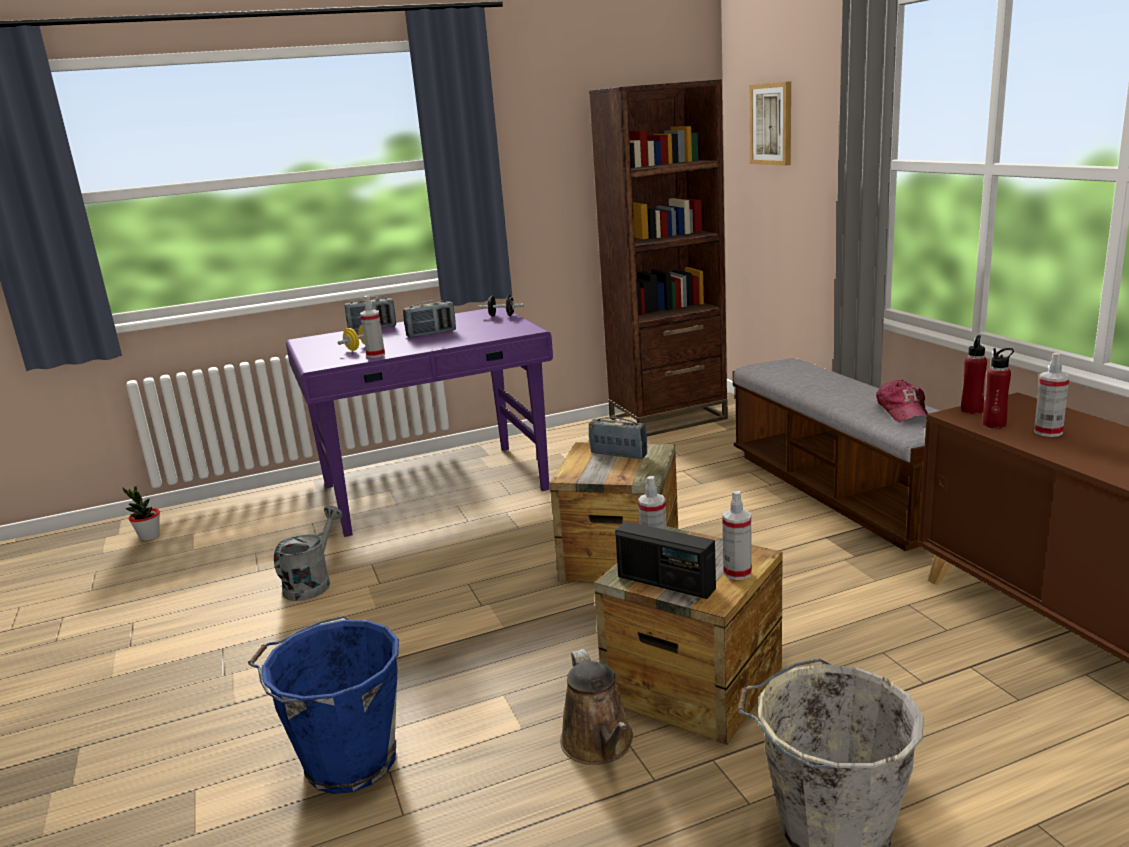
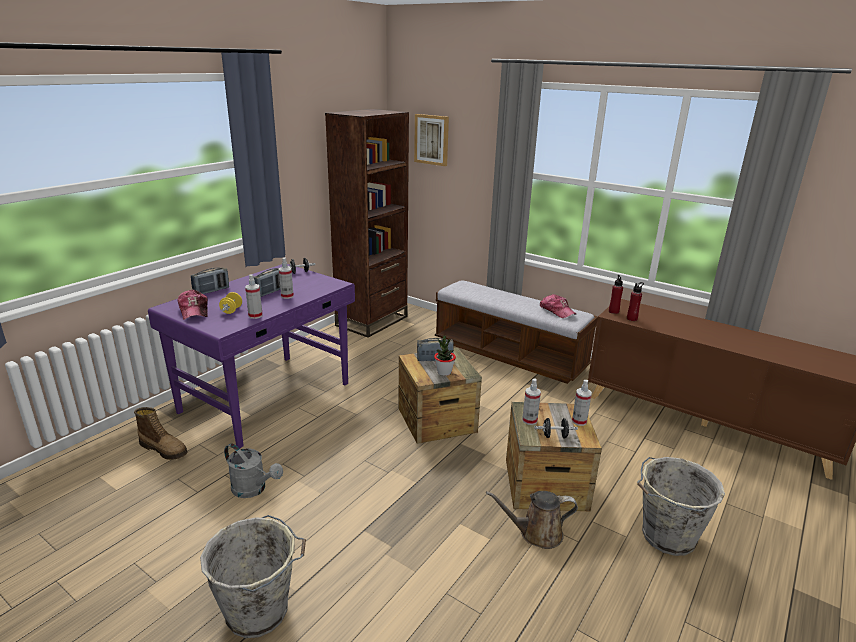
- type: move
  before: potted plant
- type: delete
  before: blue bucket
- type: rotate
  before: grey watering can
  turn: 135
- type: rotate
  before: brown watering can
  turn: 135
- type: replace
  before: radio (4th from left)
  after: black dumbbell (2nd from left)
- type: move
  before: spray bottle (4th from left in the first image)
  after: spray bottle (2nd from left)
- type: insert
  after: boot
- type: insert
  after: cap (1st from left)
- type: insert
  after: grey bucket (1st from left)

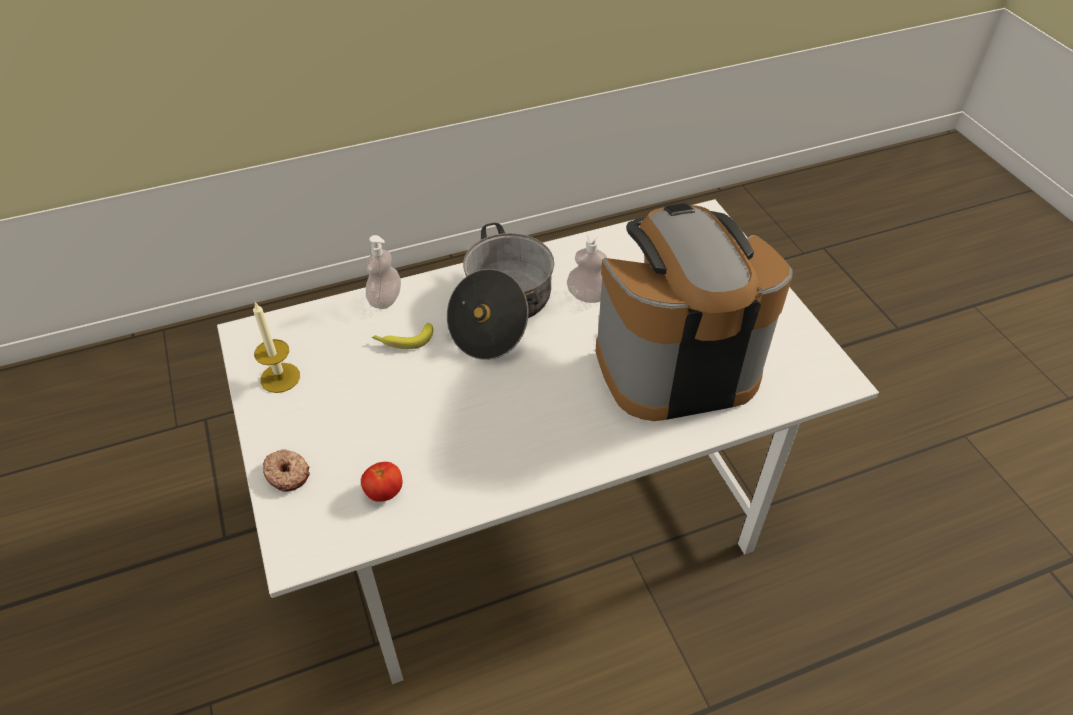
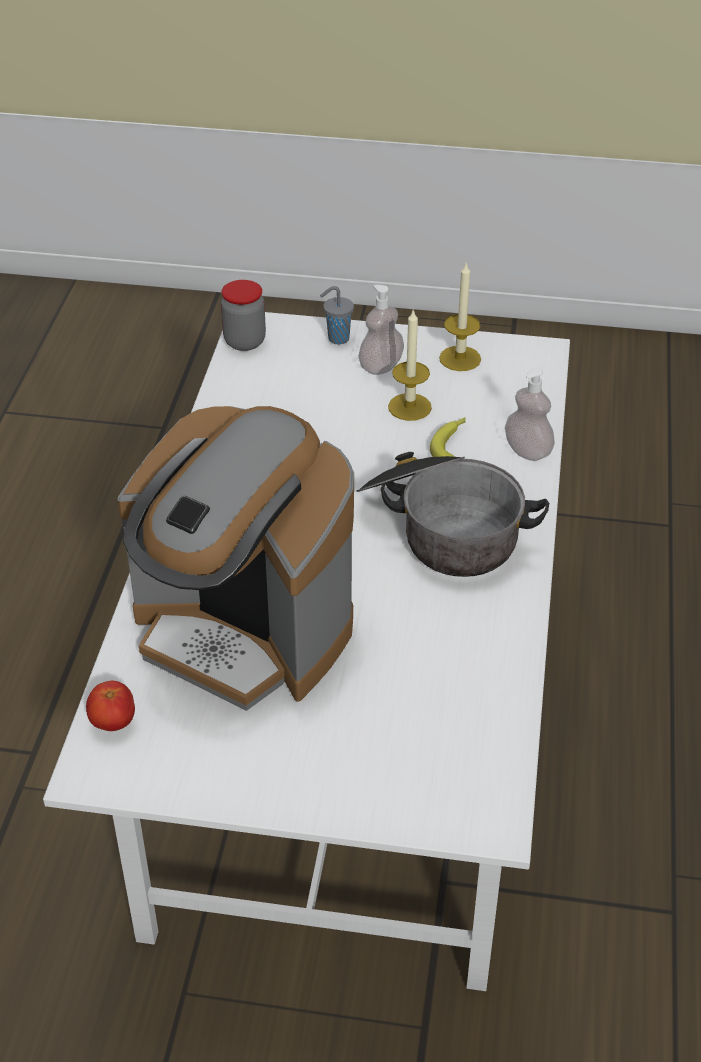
- type: replace
  before: donut
  after: grey cup
- type: move
  before: tomato
- type: move
  before: soap dispenser (2nd from left in the first image)
  after: soap dispenser (1st from left)
- type: rotate
  before: coffee machine
  turn: 105
- type: insert
  after: jar
- type: insert
  after: candle (1st from left)

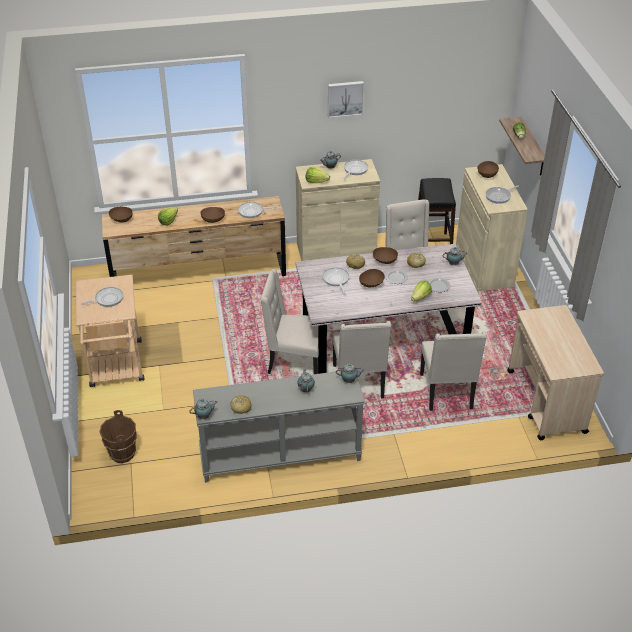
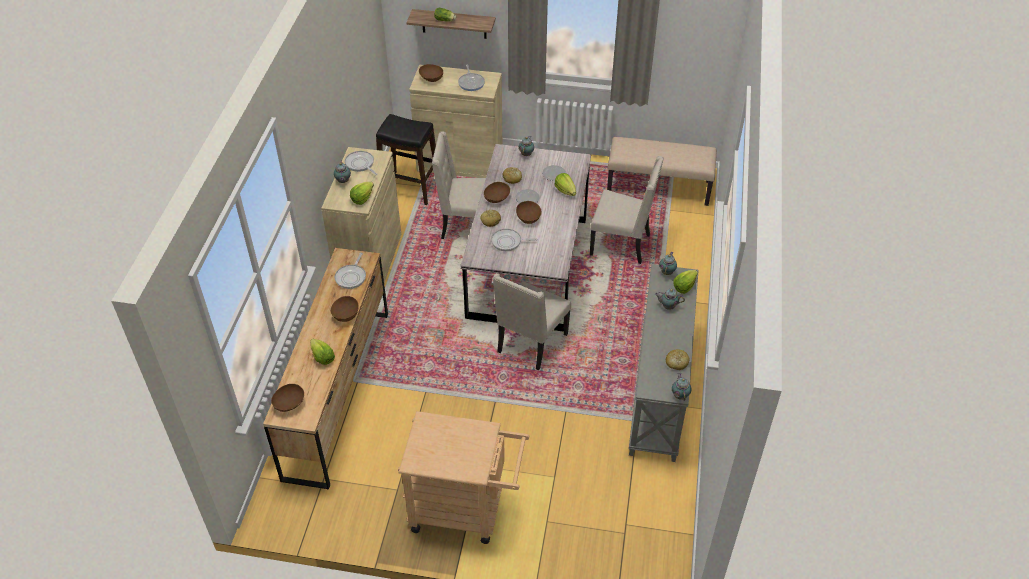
- type: delete
  before: frying pan (1st from left)
- type: delete
  before: brown bucket
- type: delete
  before: picture
- type: delete
  before: beige chair (2nd from left)
- type: replace
  before: beige cart (2nd from left)
  after: beige bench
- type: insert
  after: lettuce (5th from left)

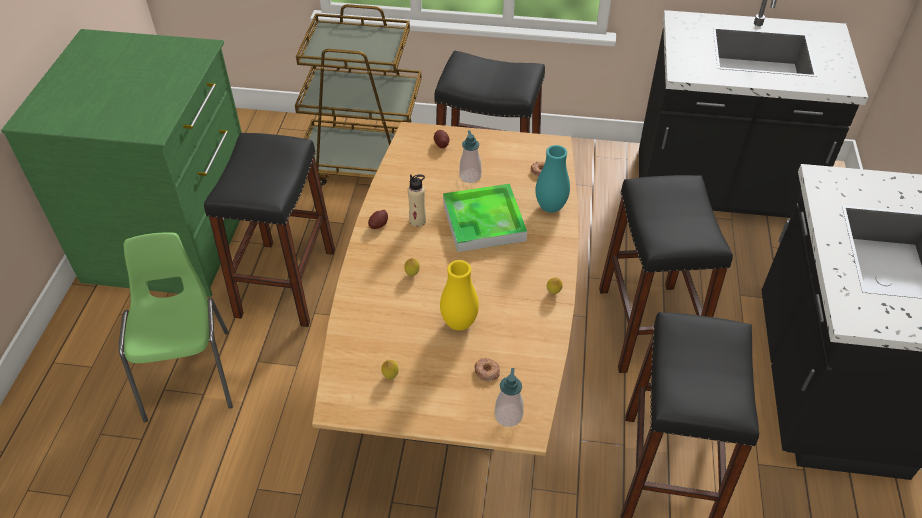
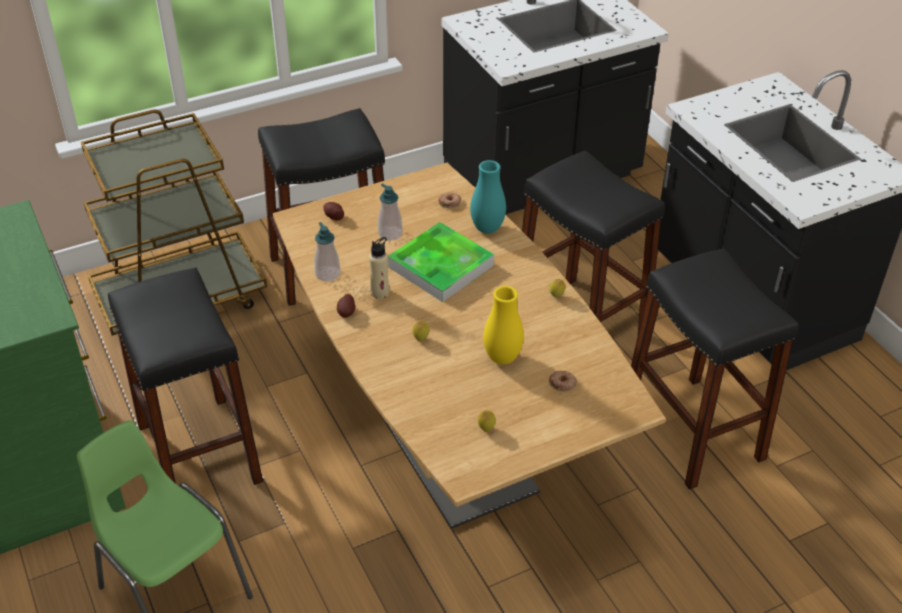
- type: move
  before: soap dispenser (2nd from left in the first image)
  after: soap dispenser (1st from left)

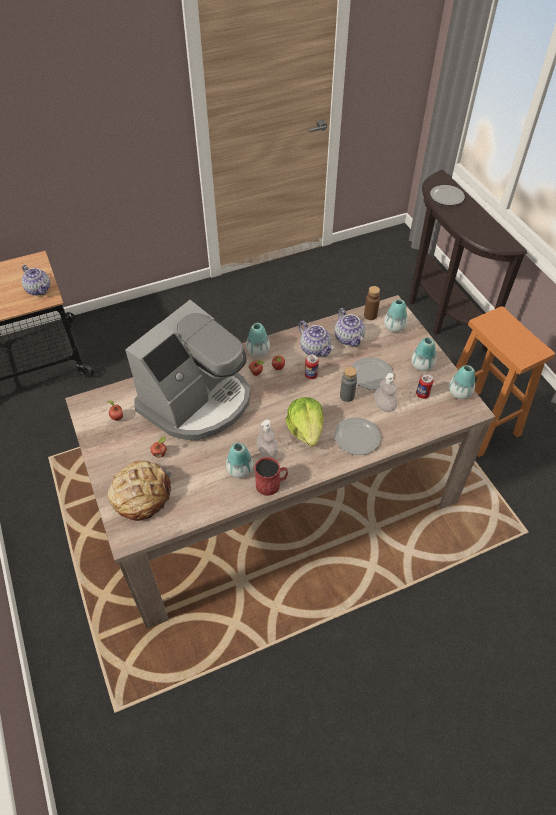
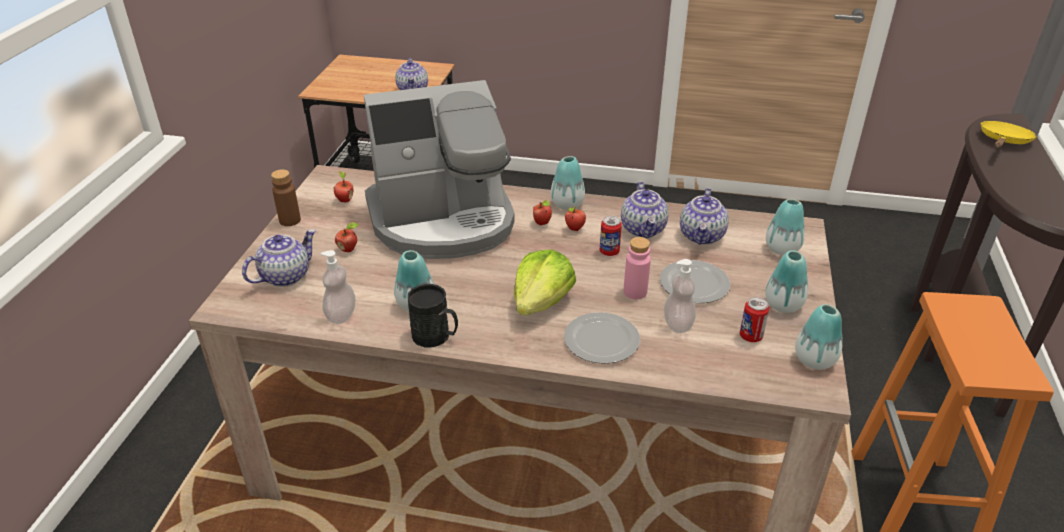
- type: replace
  before: bread
  after: teapot (1st from left)
- type: recolor
  before: red mug
  after: black mug
- type: move
  before: soap dispenser (1st from left)
- type: recolor
  before: grey bottle
  after: pink bottle
- type: move
  before: brown bottle
- type: replace
  before: plate (3rd from left)
  after: yellow frying pan

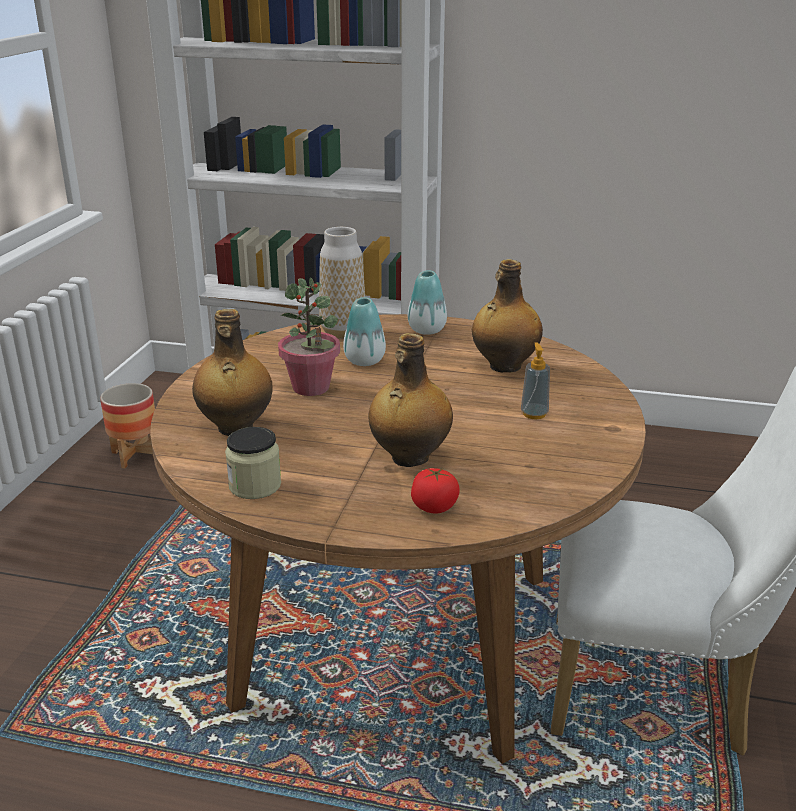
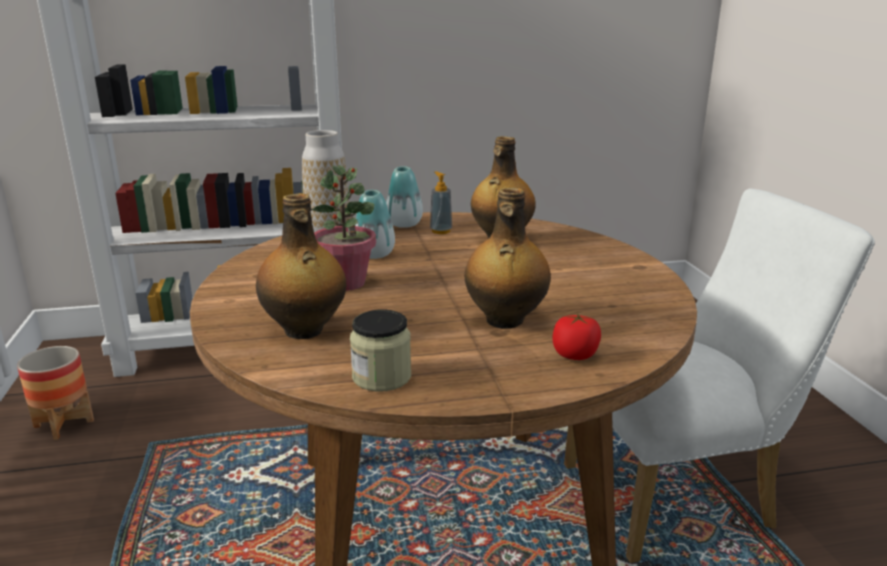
- type: move
  before: soap dispenser

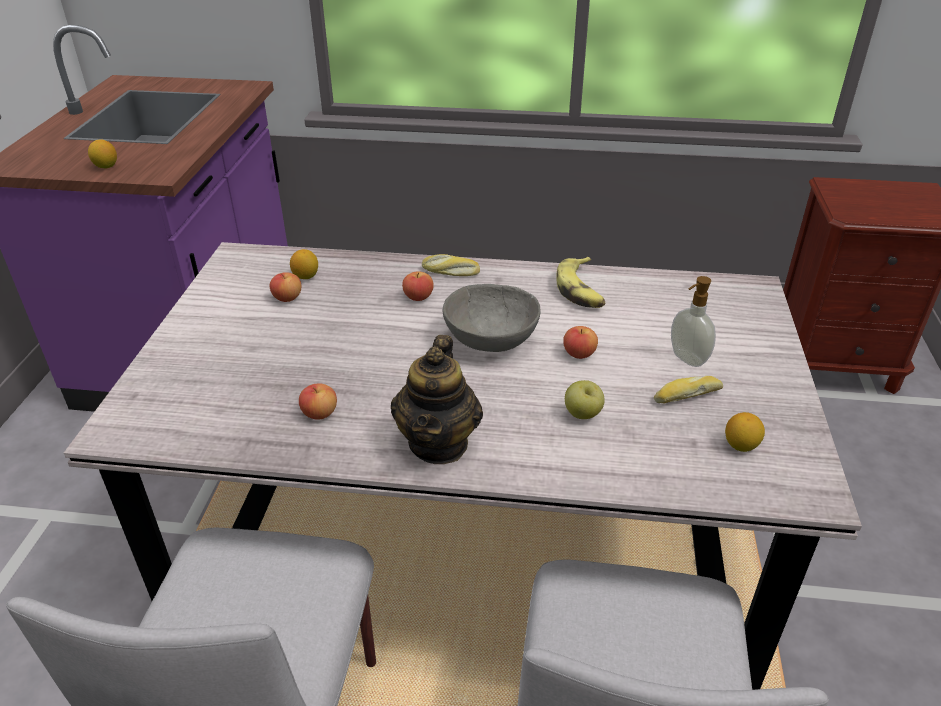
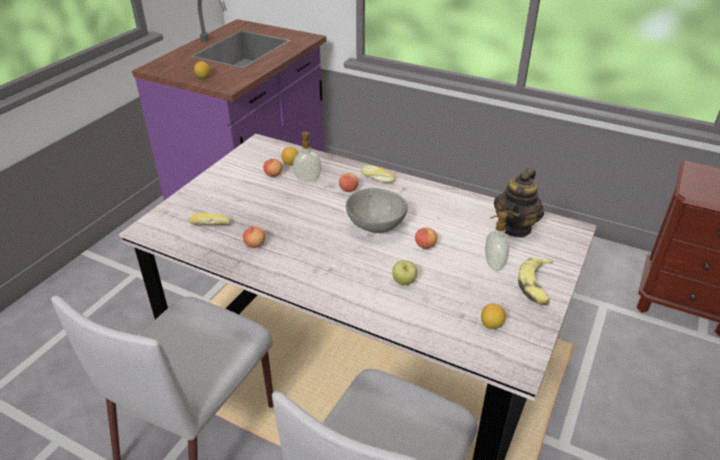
- type: move
  before: teapot
- type: move
  before: banana
- type: move
  before: bread (2nd from left in the first image)
  after: bread (1st from left)
- type: insert
  after: soap dispenser (1st from left)

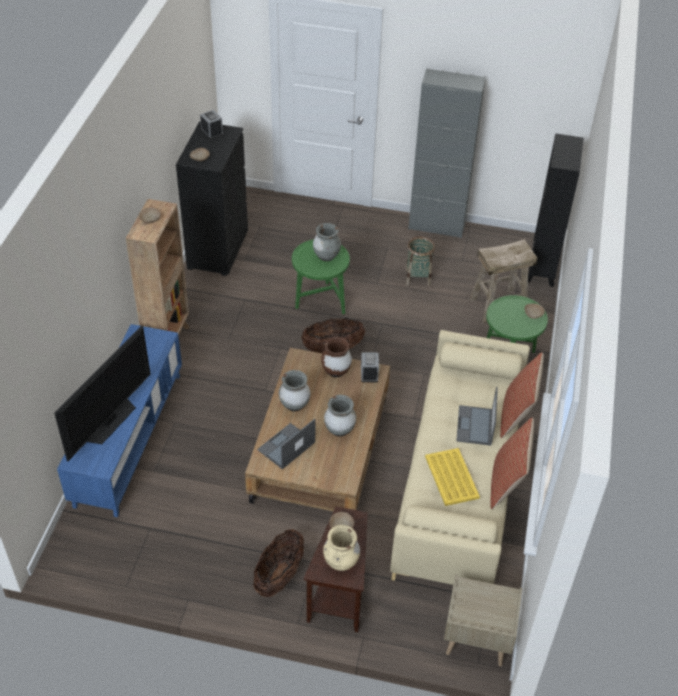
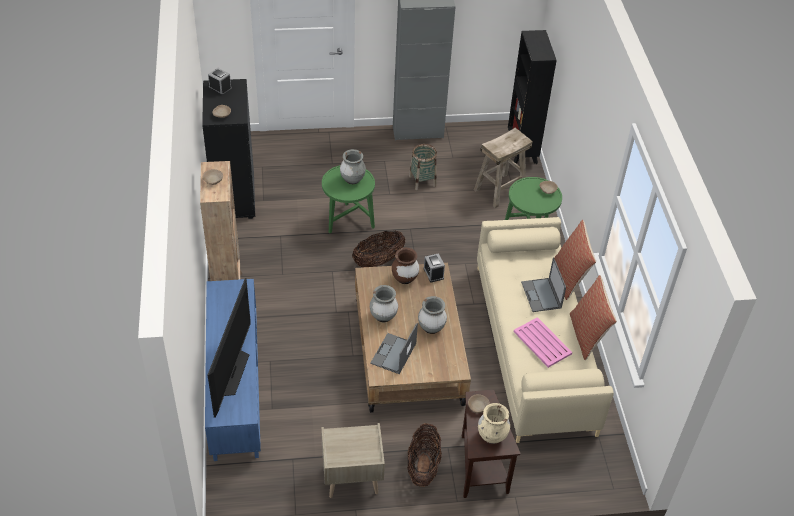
- type: recolor
  before: yellow tray
  after: pink tray
- type: move
  before: beige nightstand

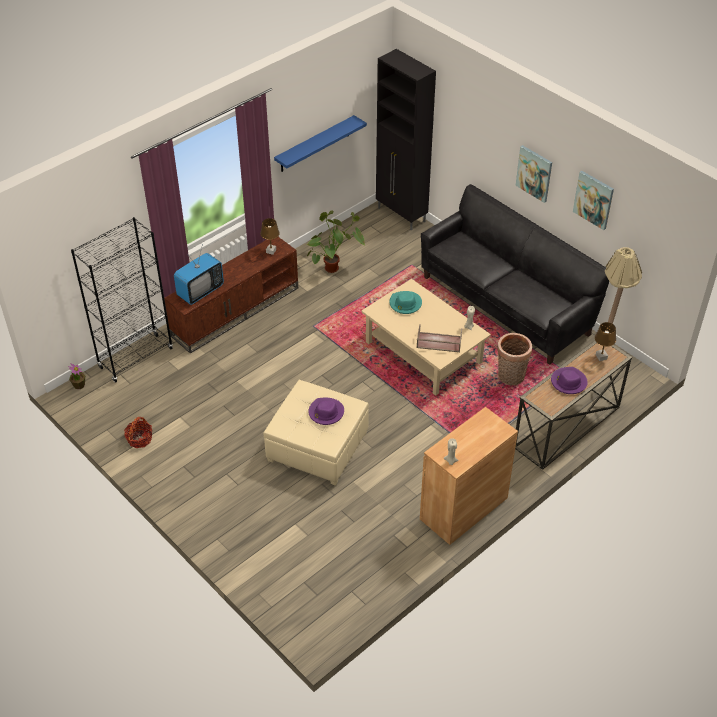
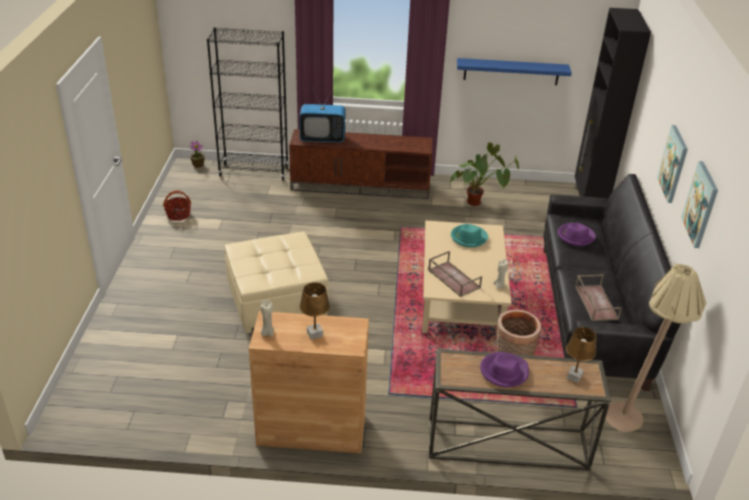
- type: move
  before: brown table lamp (1st from left)
- type: move
  before: purple hat (1st from left in the first image)
  after: purple hat (2nd from left)
- type: insert
  after: brown tray (2nd from left)

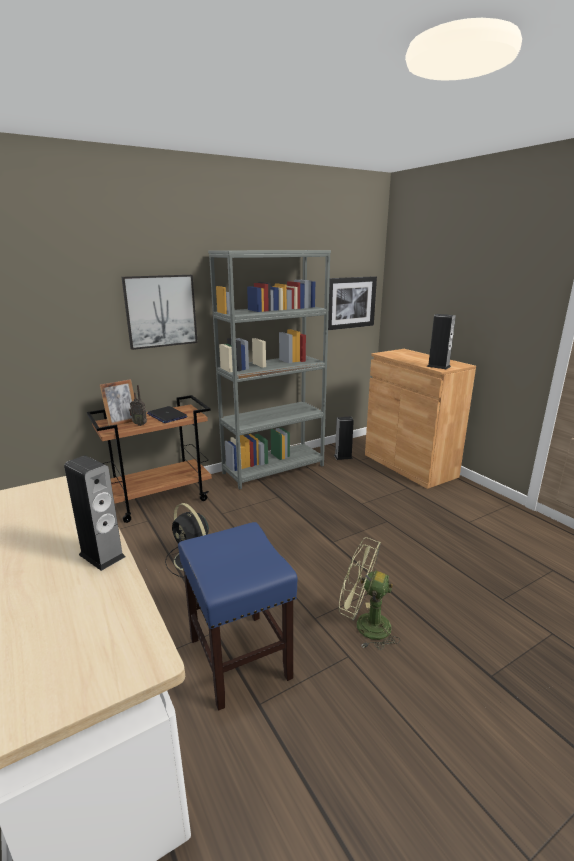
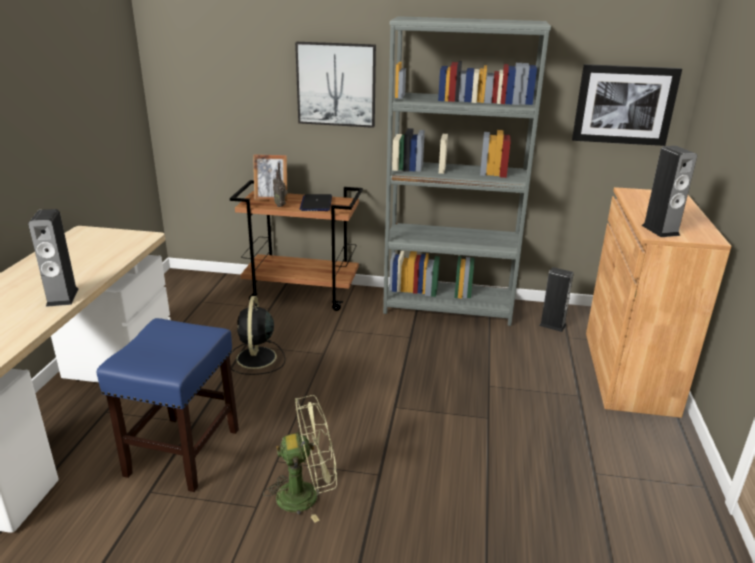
- type: rotate
  before: green fan
  turn: 105

